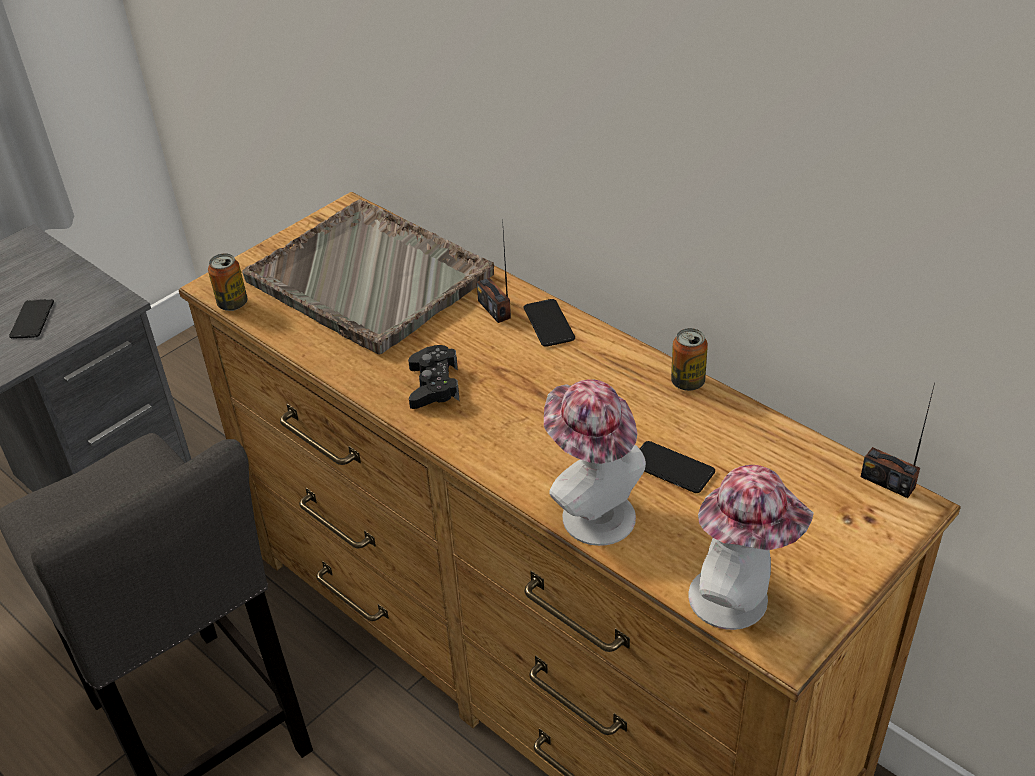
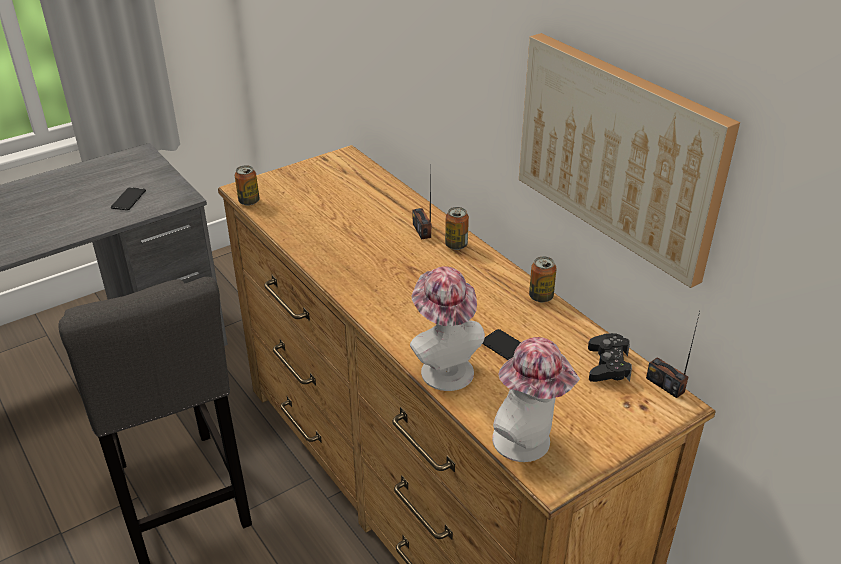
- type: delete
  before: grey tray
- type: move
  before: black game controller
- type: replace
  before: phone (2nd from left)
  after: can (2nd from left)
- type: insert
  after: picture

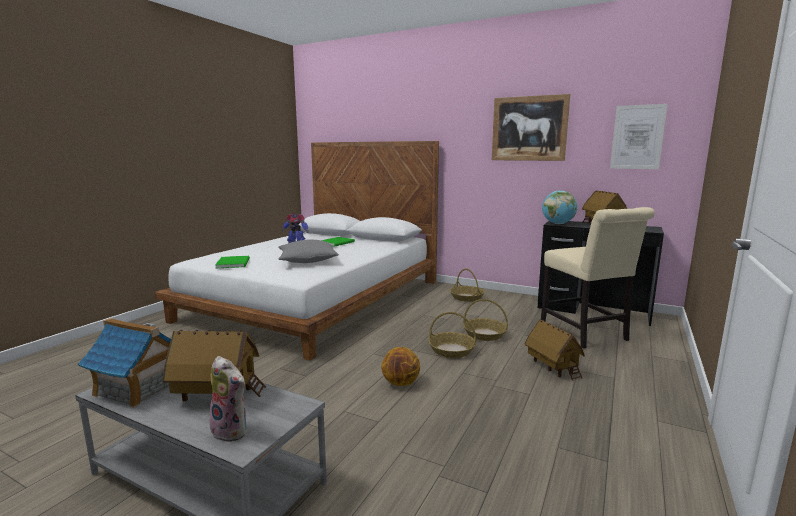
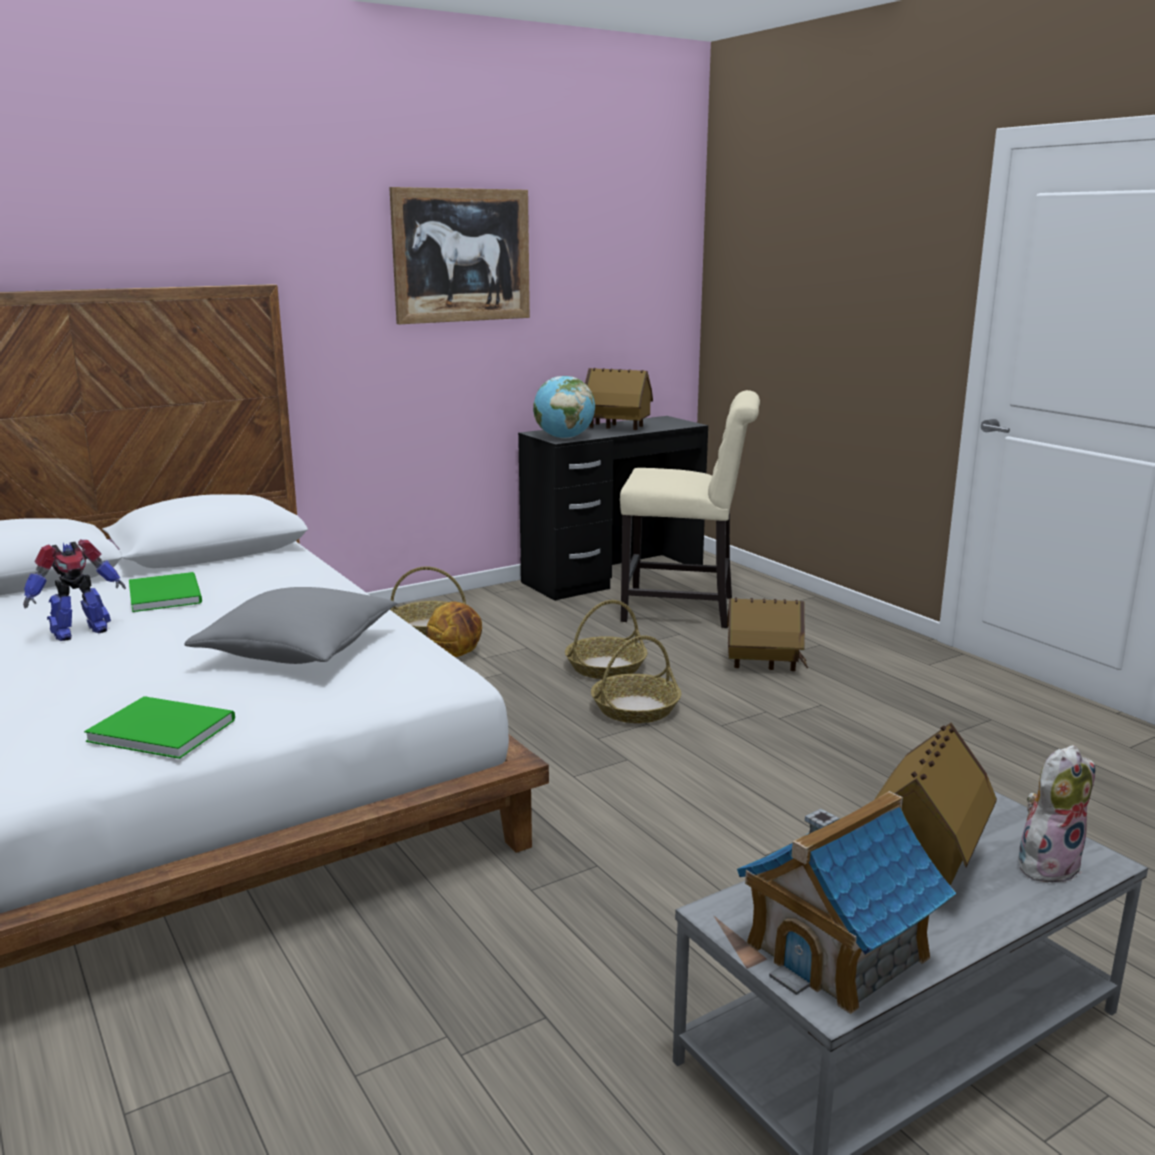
- type: move
  before: basketball
- type: delete
  before: picture (2nd from left)

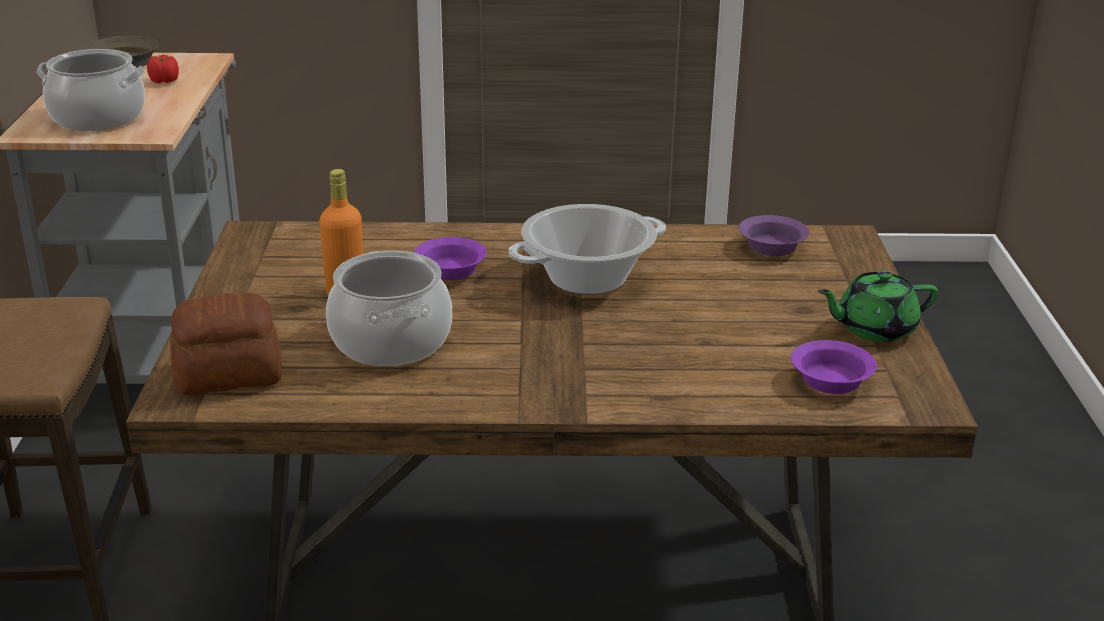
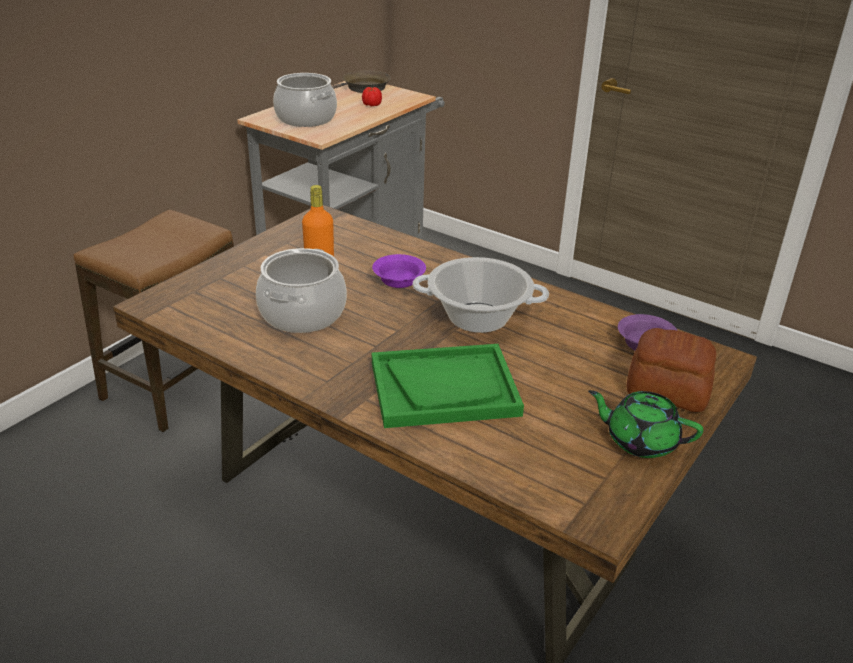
- type: move
  before: bread
- type: delete
  before: purple bowl (3rd from left)
- type: insert
  after: green tray

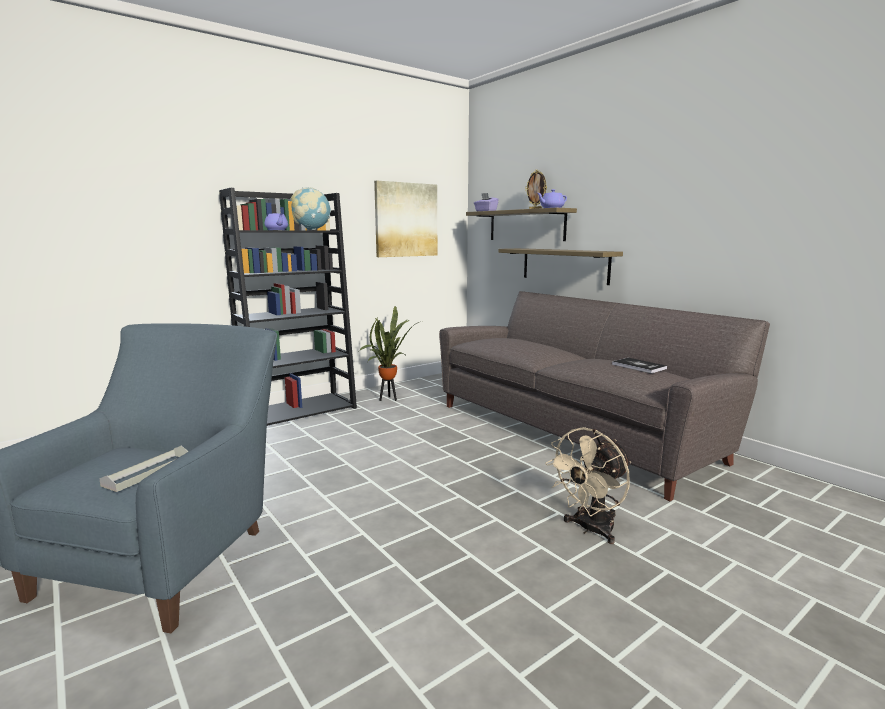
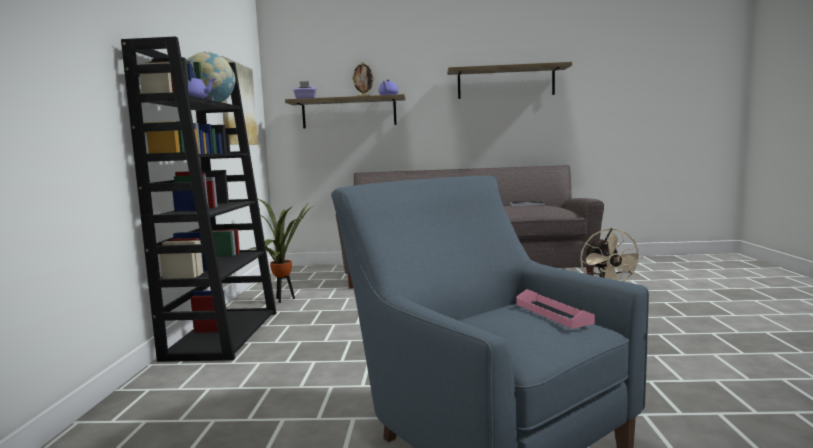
- type: recolor
  before: grey tray
  after: pink tray
- type: move
  before: shelf (2nd from left)

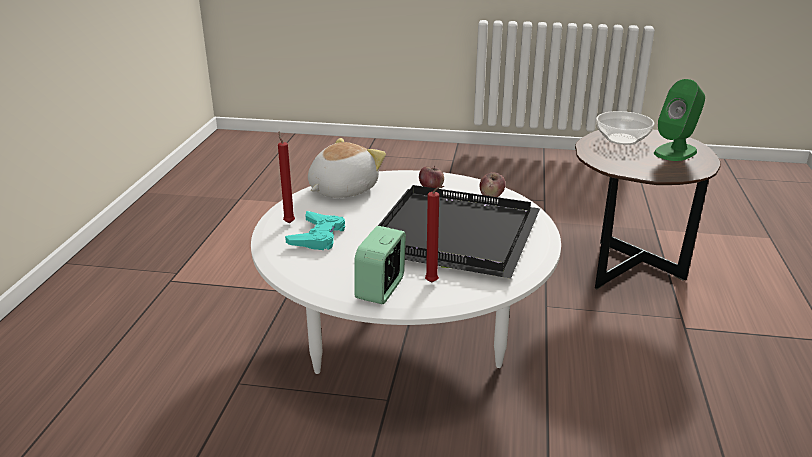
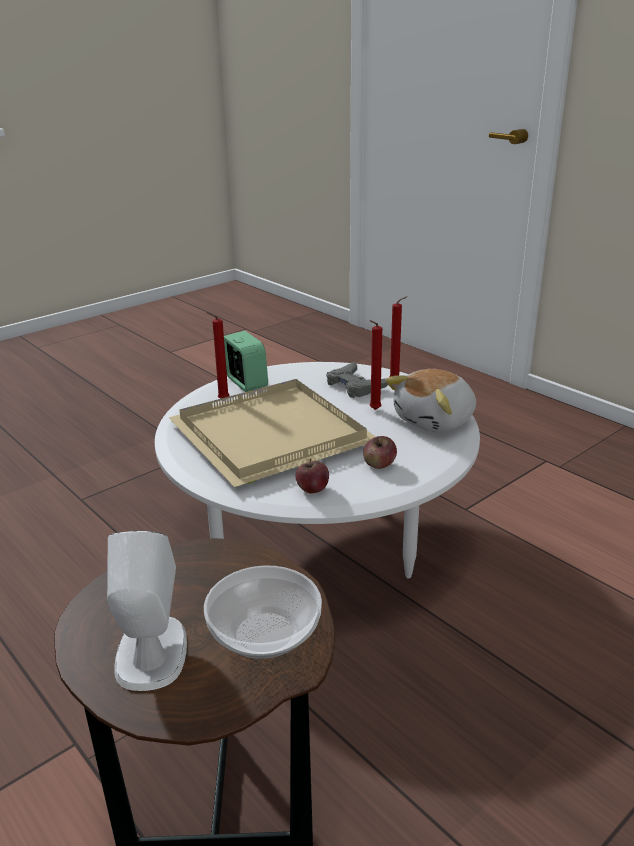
- type: recolor
  before: turquoise game controller
  after: grey game controller
- type: rotate
  before: plush toy
  turn: 60
- type: recolor
  before: black tray
  after: beige tray
- type: recolor
  before: green speaker
  after: white speaker
- type: insert
  after: red candle (2nd from left)

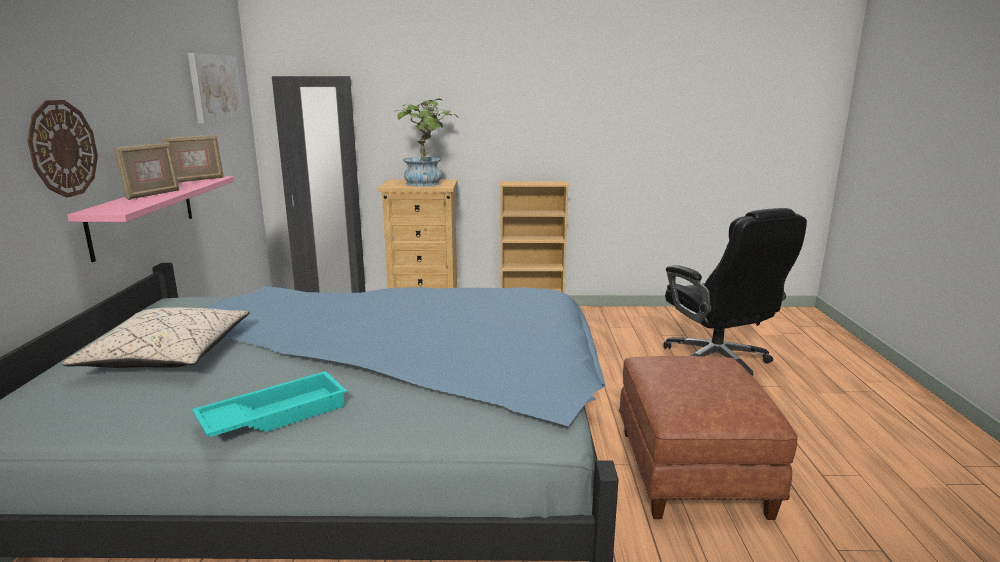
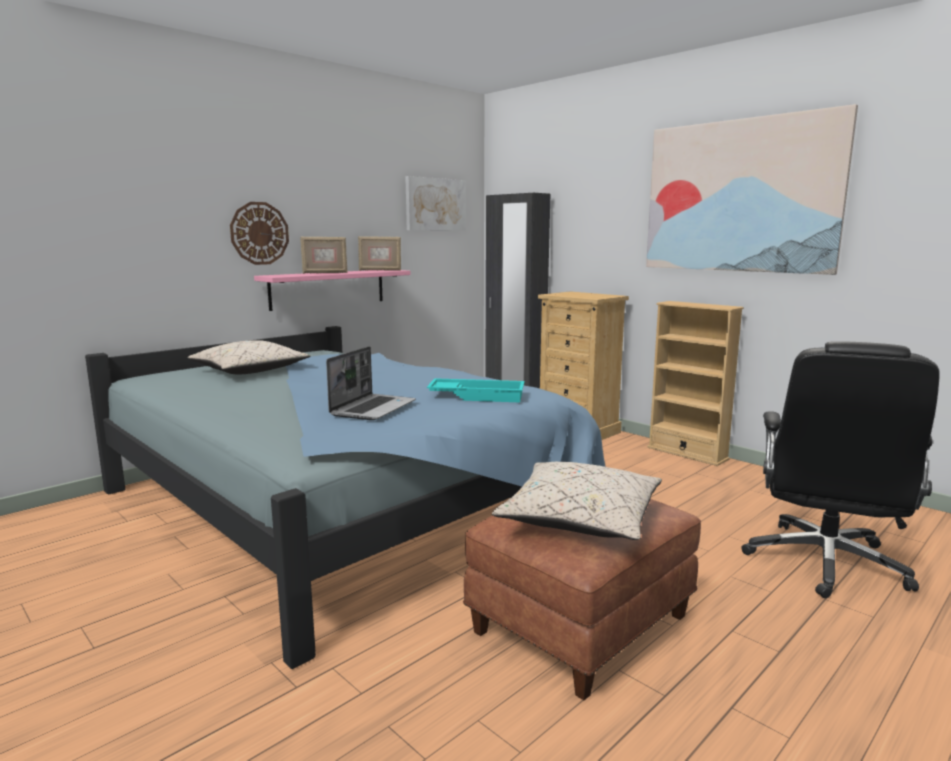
- type: move
  before: turquoise tray
- type: delete
  before: potted plant
- type: insert
  after: laptop
- type: insert
  after: beige pillow (2nd from left)
- type: insert
  after: picture (2nd from left)

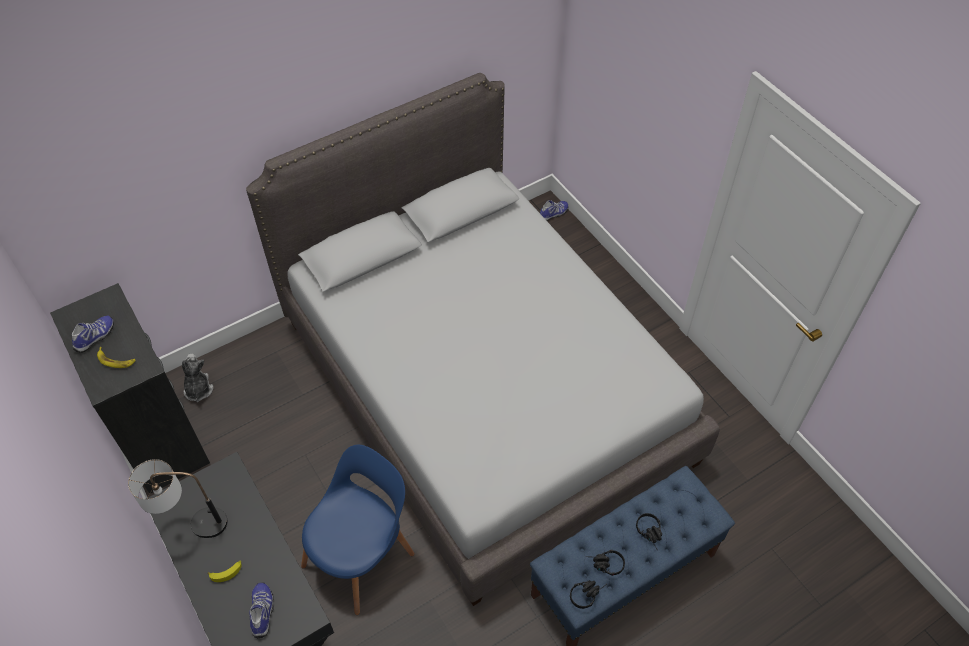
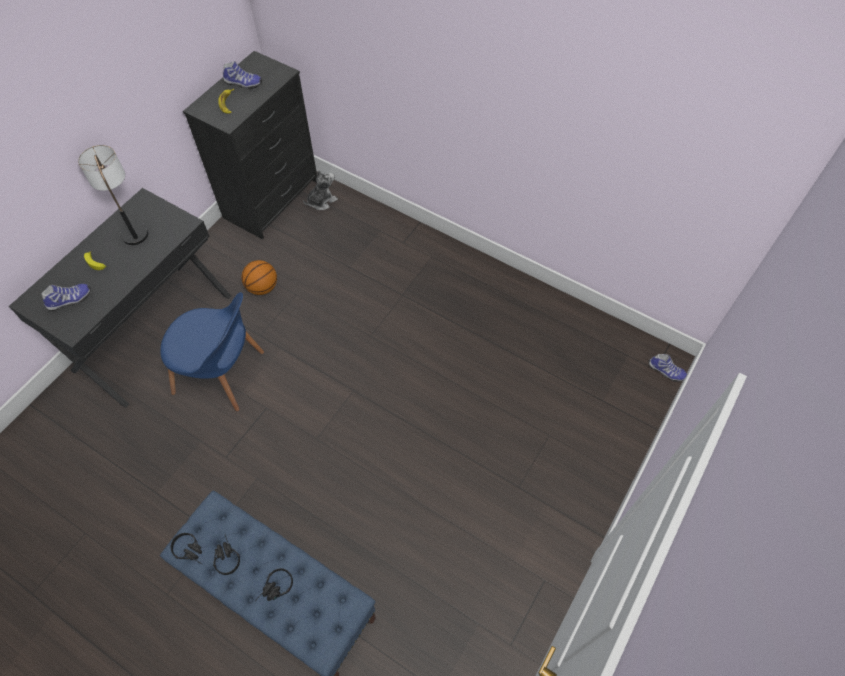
- type: delete
  before: grey bed
- type: insert
  after: basketball

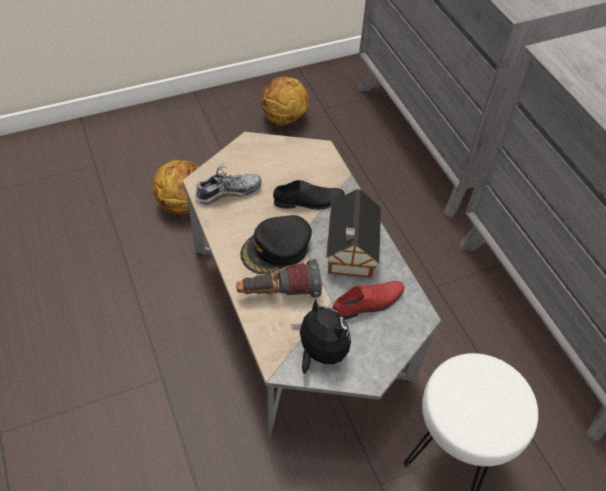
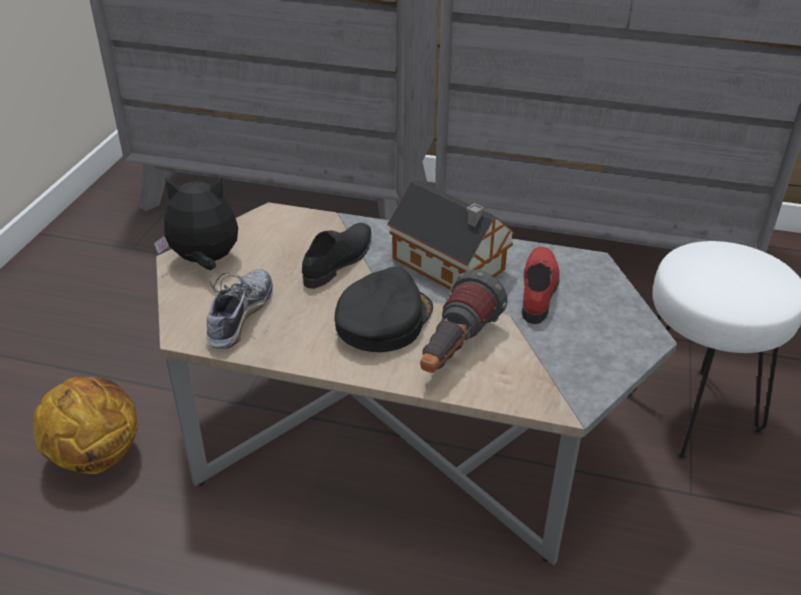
- type: rotate
  before: black cap
  turn: -150
- type: delete
  before: basketball (2nd from left)
- type: move
  before: plush toy

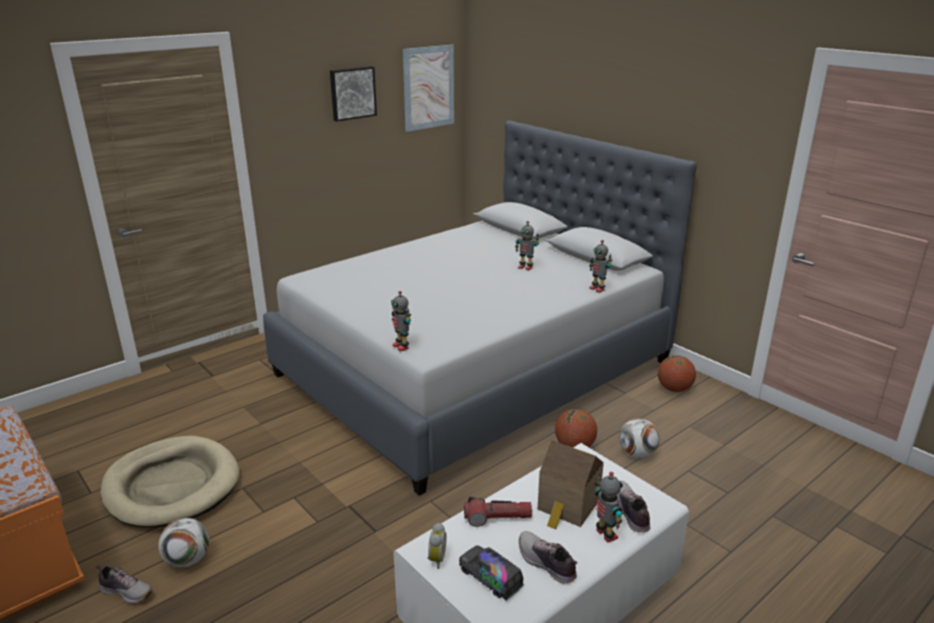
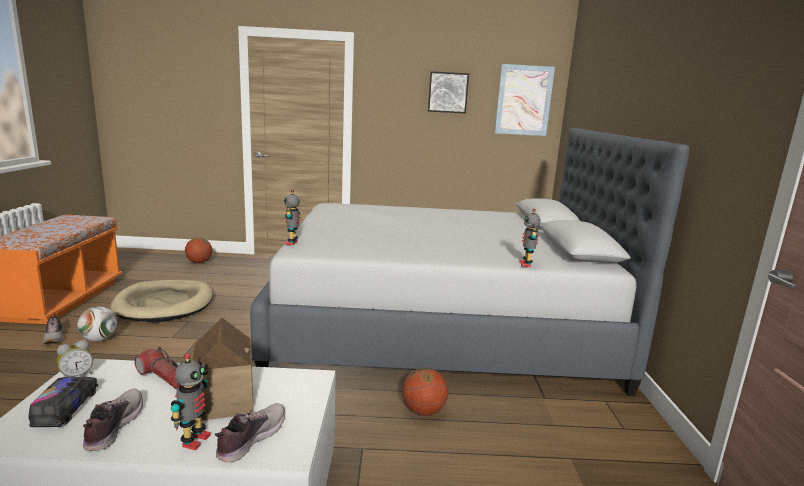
- type: delete
  before: toy robot (2nd from left)
- type: delete
  before: football (2nd from left)
- type: move
  before: basketball (2nd from left in the first image)
  after: basketball (1st from left)

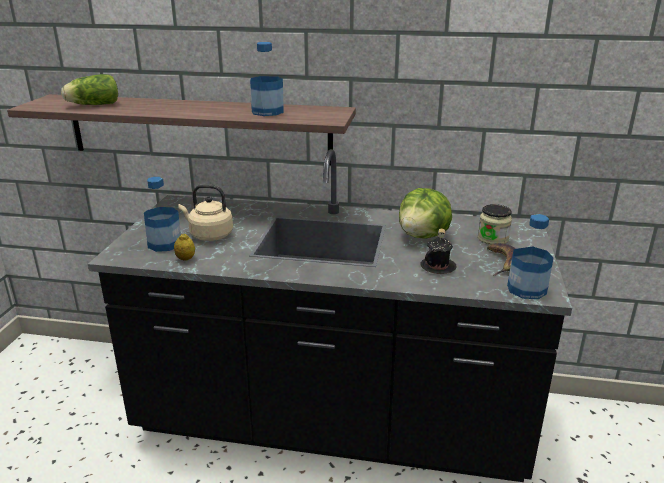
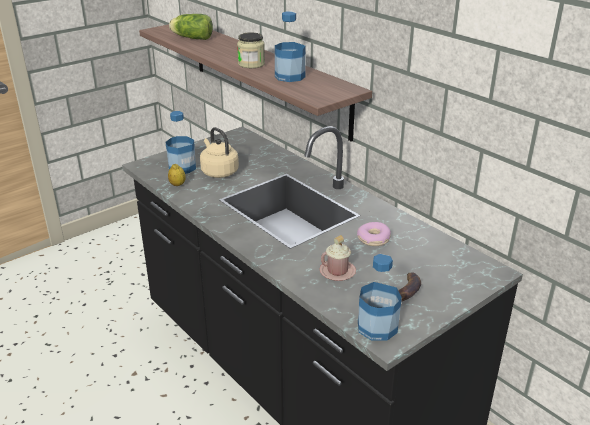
- type: replace
  before: lettuce (2nd from left)
  after: donut
- type: recolor
  before: black mug
  after: pink mug
- type: move
  before: jar

